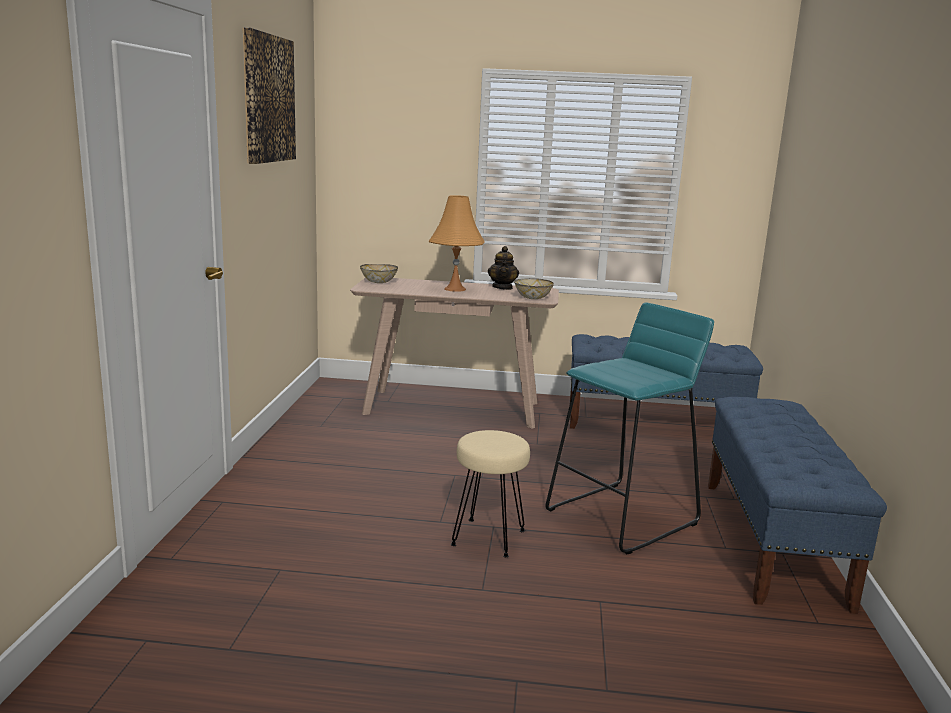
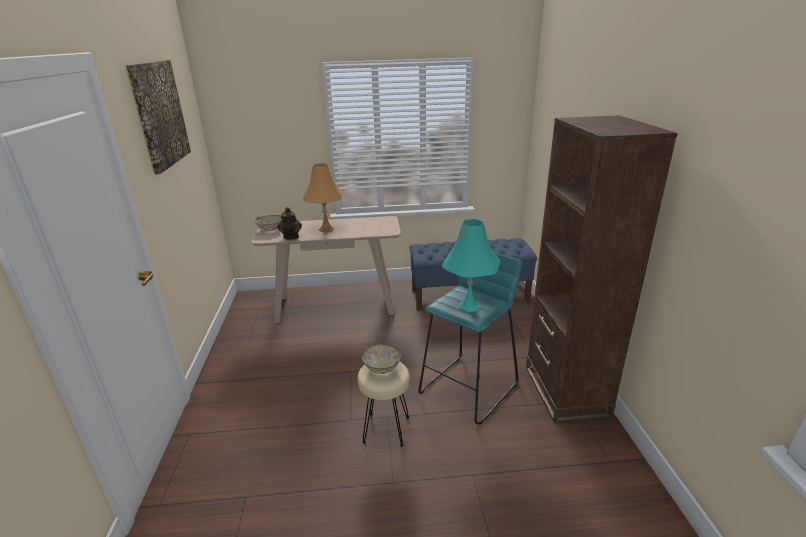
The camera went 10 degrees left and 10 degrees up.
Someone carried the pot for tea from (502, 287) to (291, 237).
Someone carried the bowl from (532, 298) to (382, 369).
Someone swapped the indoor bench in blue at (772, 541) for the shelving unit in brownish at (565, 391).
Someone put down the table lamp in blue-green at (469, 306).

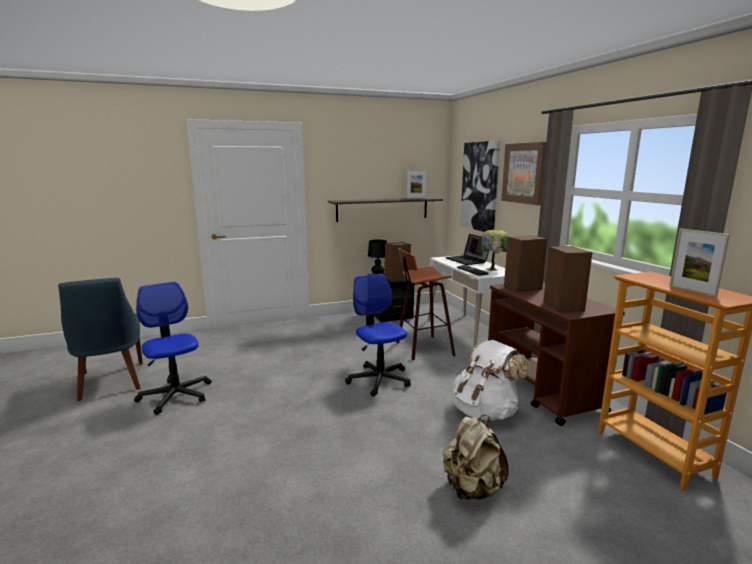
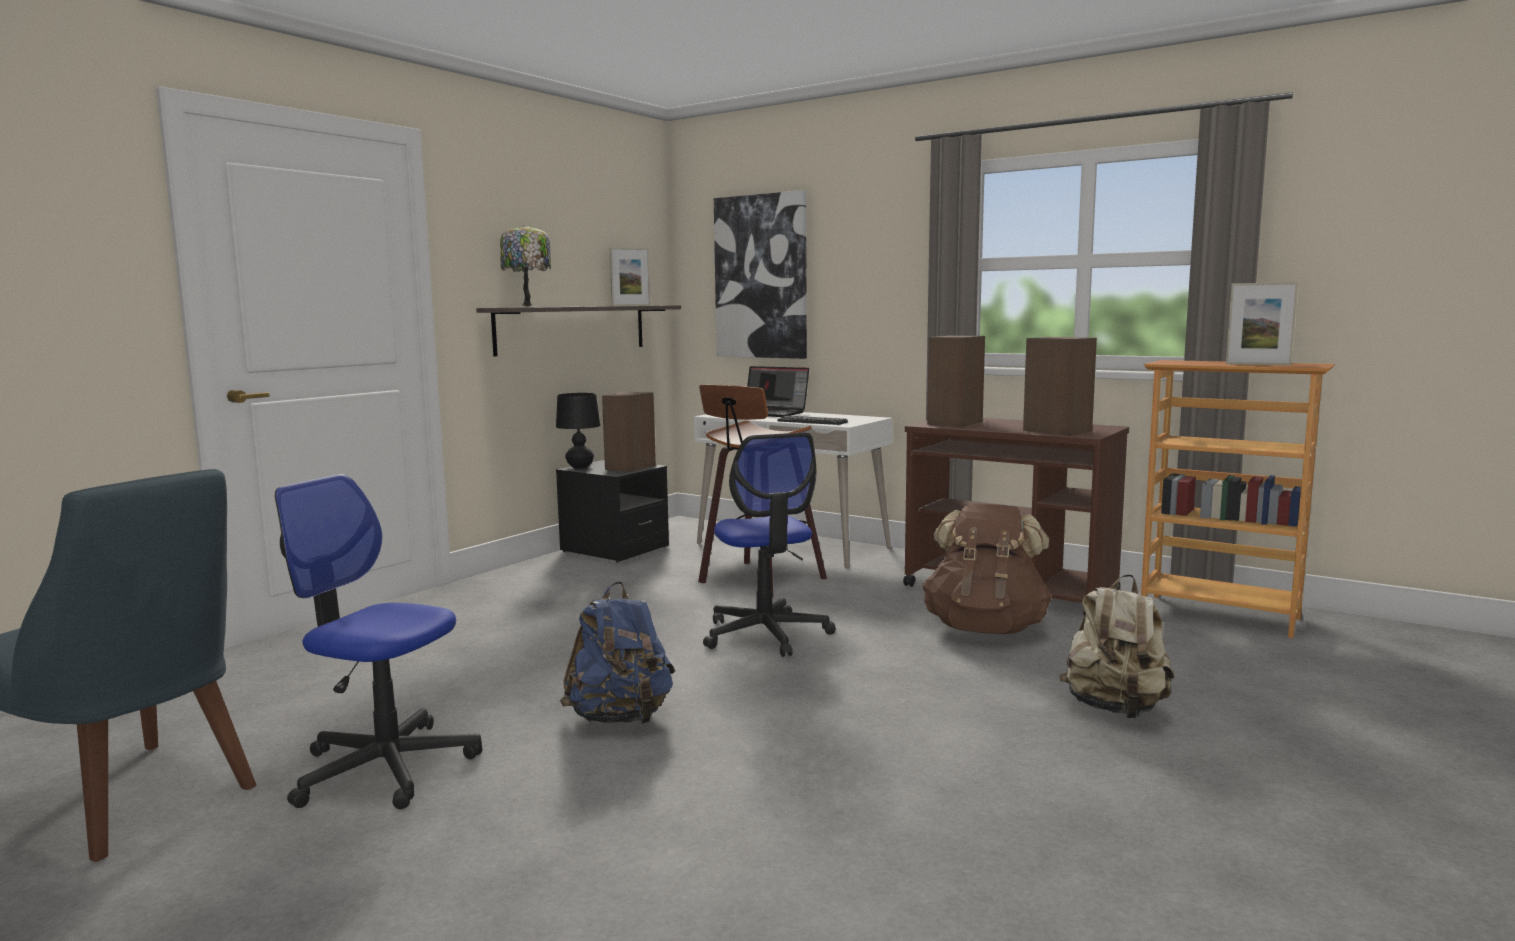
The camera went 35 degrees left and 5 degrees down.
Someone rotated the desk chair at (379, 380) by 135 degrees counterclockwise.
Someone repainted the backpack in white at (486, 412), which became the backpack in brownish at (985, 629).
Someone carried the table lamp from (492, 269) to (528, 306).
Someone took away the wall art at (524, 173).
Someone put down the backpack in blue at (621, 719).

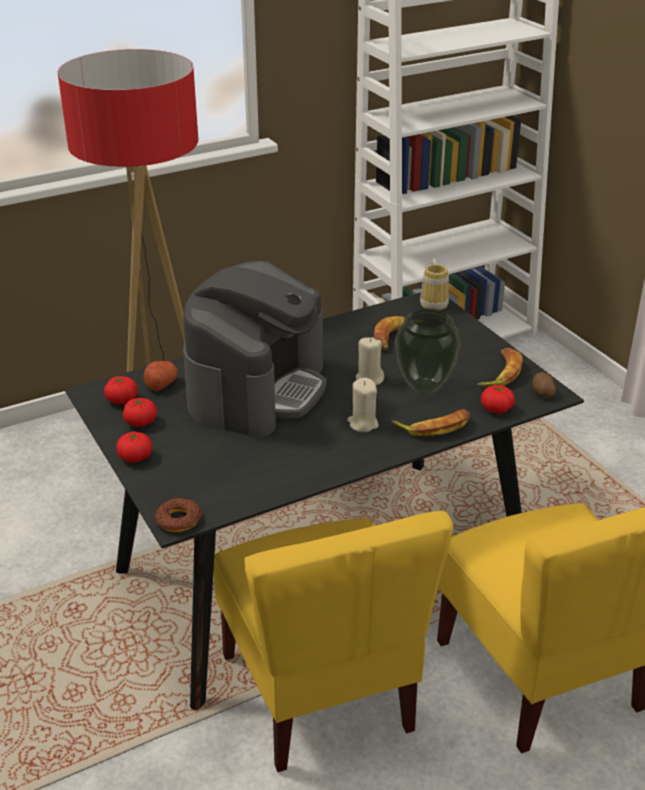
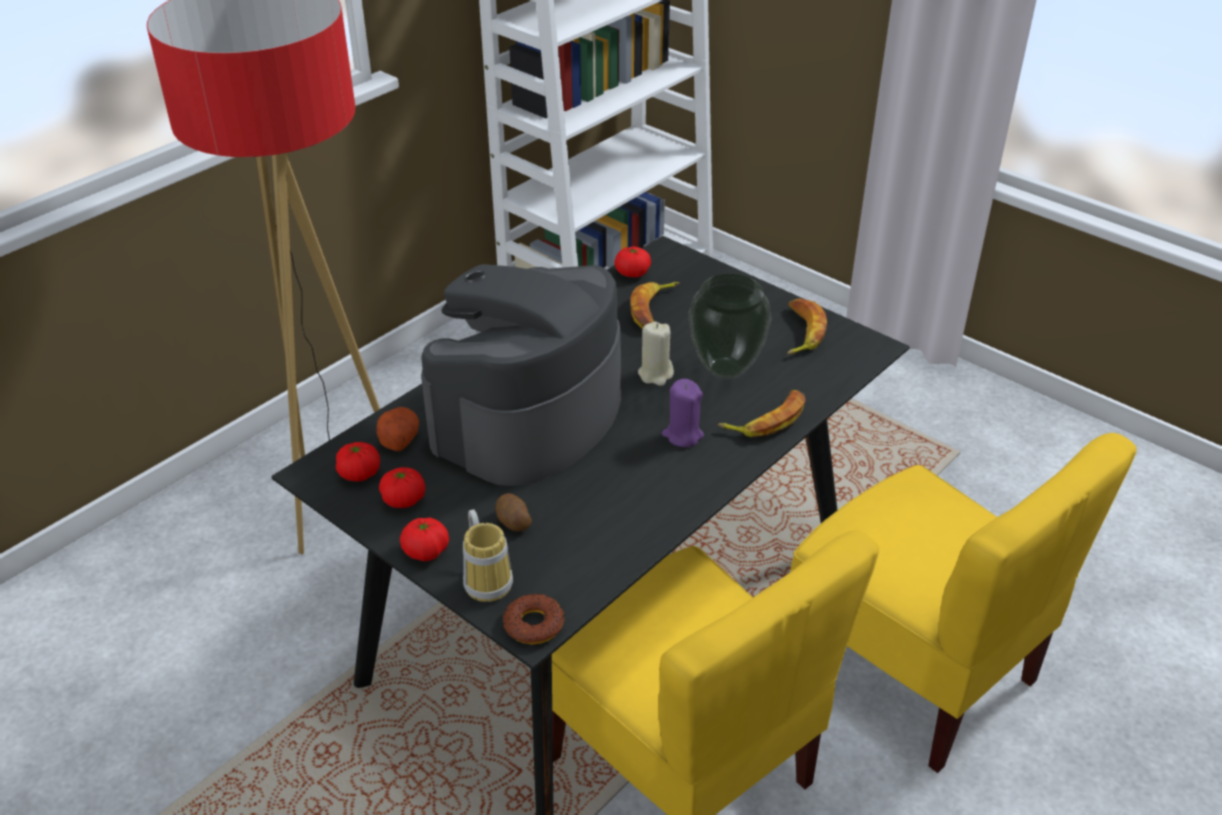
The camera went 20 degrees left and 5 degrees up.
Someone rotated the coffee brewer at (257, 389) by 150 degrees counterclockwise.
Someone repainted the candle in beige-coloured at (363, 423), which became the candle in purple at (682, 435).
Someone carried the mug from (435, 302) to (488, 579).
Someone carried the tomato from (496, 409) to (632, 273).
Someone carried the whole potato from (542, 393) to (513, 522).

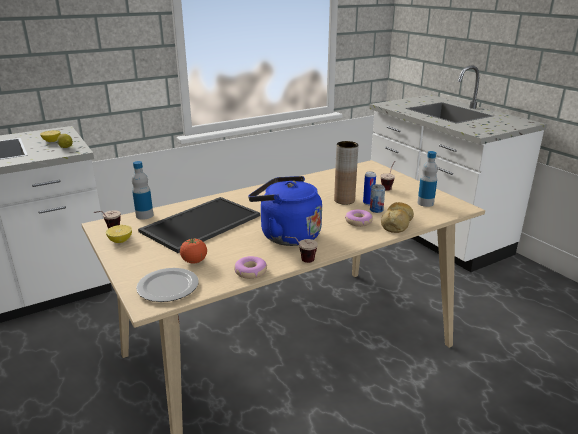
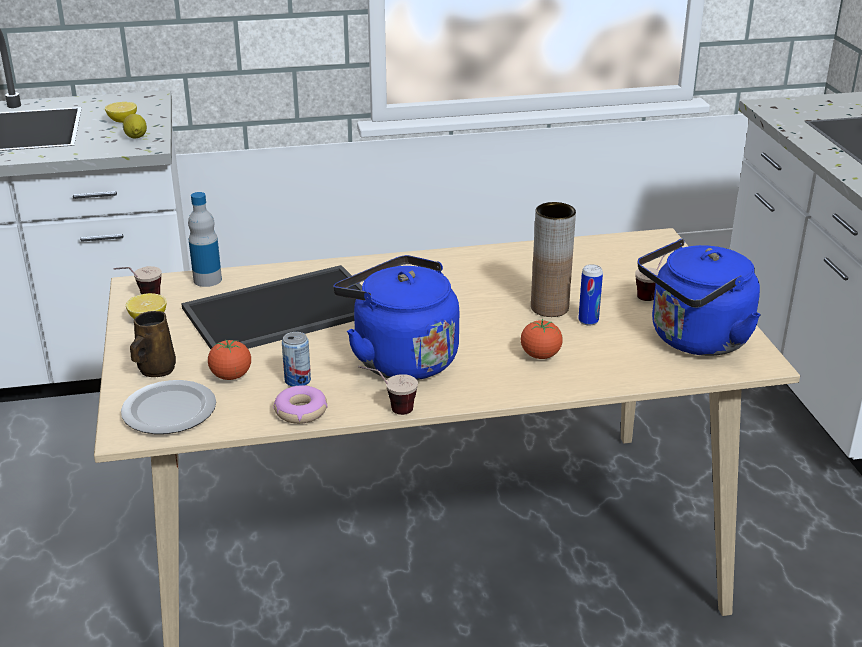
The camera went 20 degrees right and 5 degrees up.
Someone swapped the ring doughnut at (358, 222) for the tomato at (540, 355).
Someone carried the sealed can from (376, 210) to (297, 380).
Someone took away the baked bread at (397, 223).
Someone swapped the beverage bottle at (425, 203) for the water kettle in blue at (695, 340).
Someone put down the mug in brownish at (155, 370).

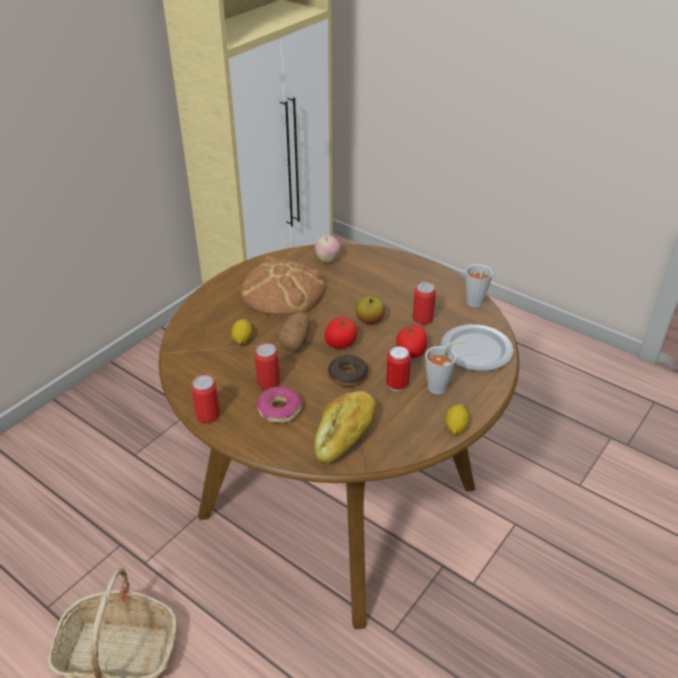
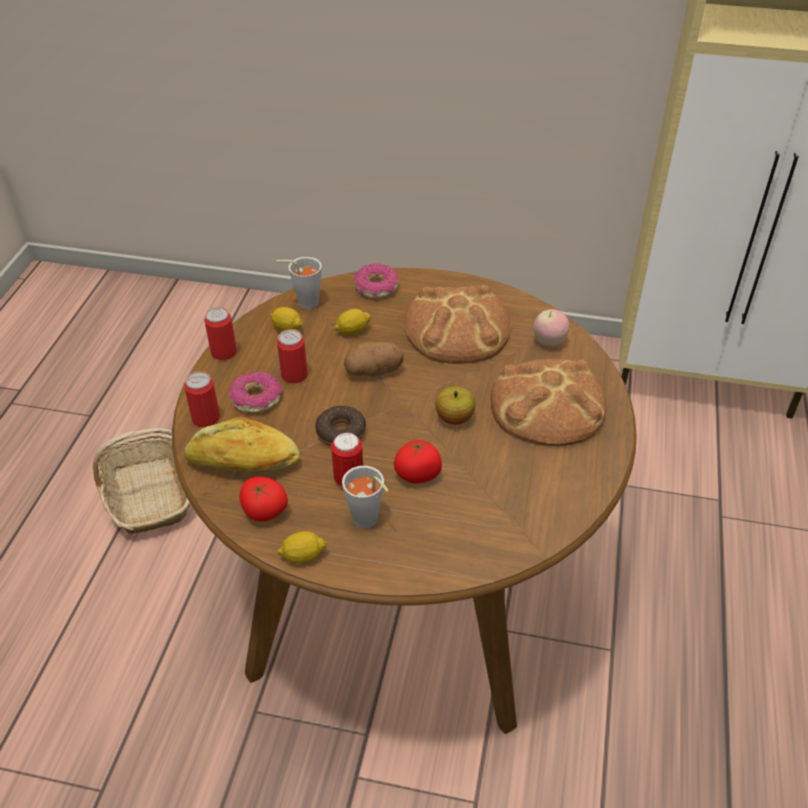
The camera went 65 degrees right and 5 degrees up.
Someone carried the tomato from (341, 343) to (264, 511).
Someone carried the sealed can from (422, 319) to (206, 418).
Someone took away the plate at (477, 350).
Someone carried the drinking cup in grey from (473, 304) to (303, 303).
Someone put down the lemon at (287, 328).
Someone put down the ring doughnut at (376, 287).
Someone put down the baked bread at (548, 405).

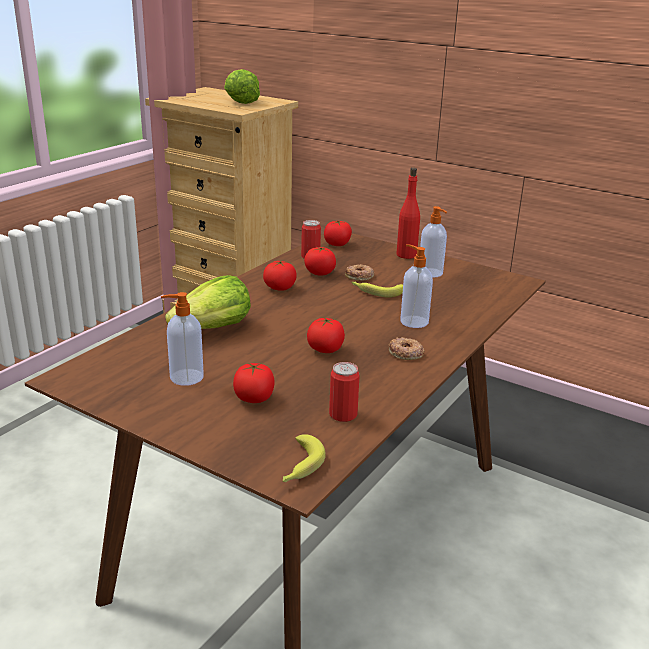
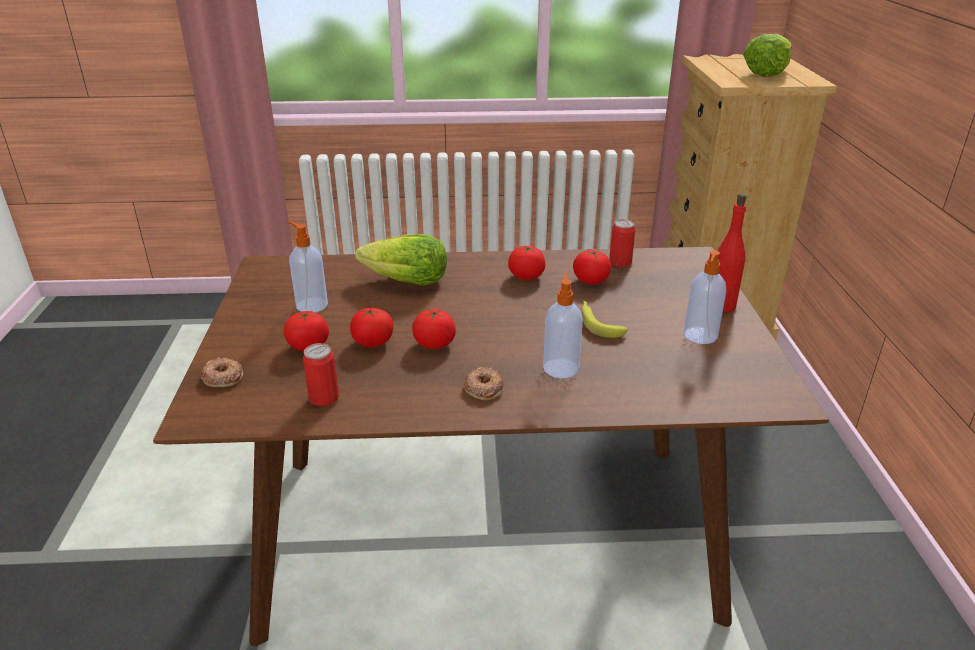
The camera went 55 degrees right and 5 degrees up.
Someone took away the whole banana at (299, 466).
Someone carried the tomato from (337, 244) to (373, 342).
Someone carried the ring doughnut from (359, 276) to (222, 377).

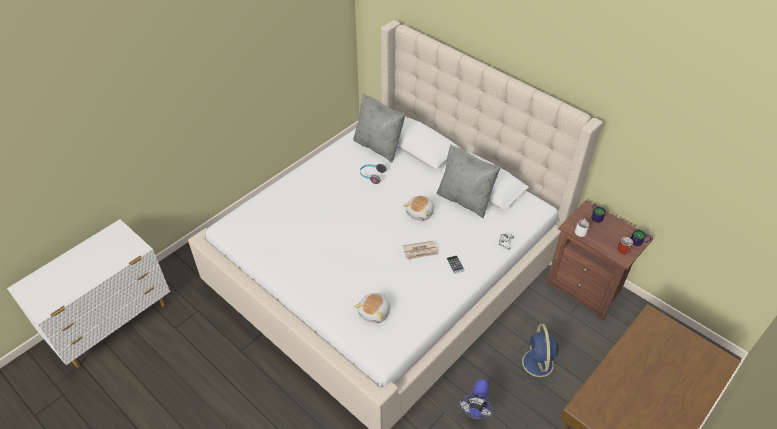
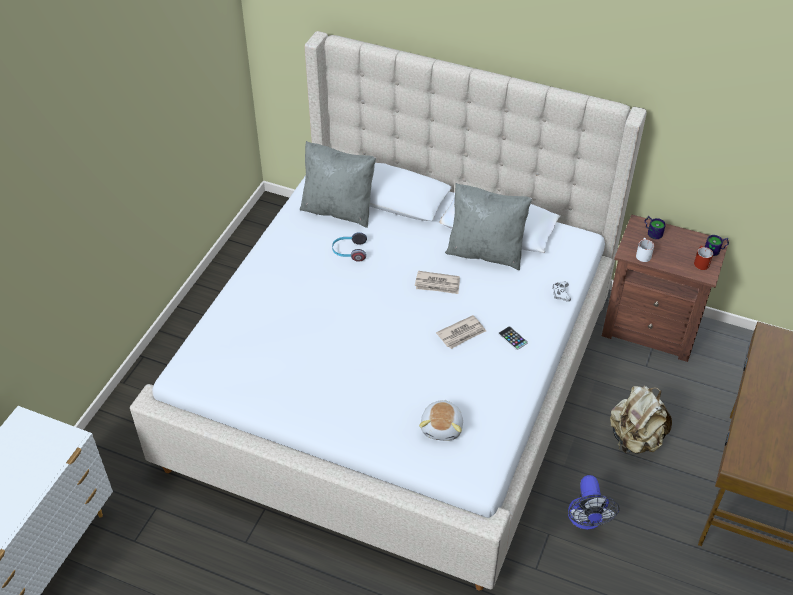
The camera went 20 degrees left and 0 degrees up.
Someone swapped the soft toy at (420, 213) for the printed paper at (437, 284).
Someone swapped the fan in blue at (538, 364) for the backpack in beige-coloured at (635, 439).

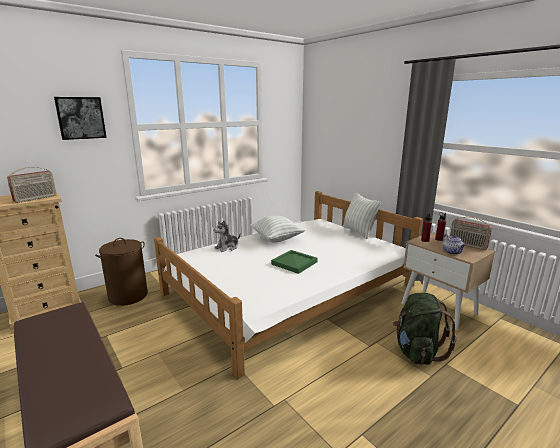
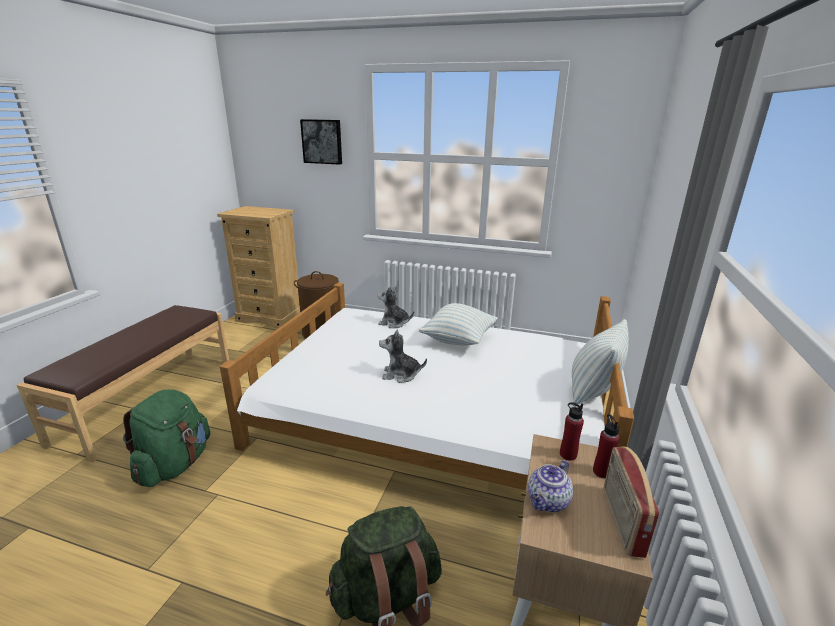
The camera went 55 degrees right and 5 degrees up.
Someone took away the radio receiver at (36, 199).
Someone swapped the carrying tray in green-coloured at (295, 263) for the soft toy at (400, 375).
Someone put down the backpack in green-coloured at (175, 464).

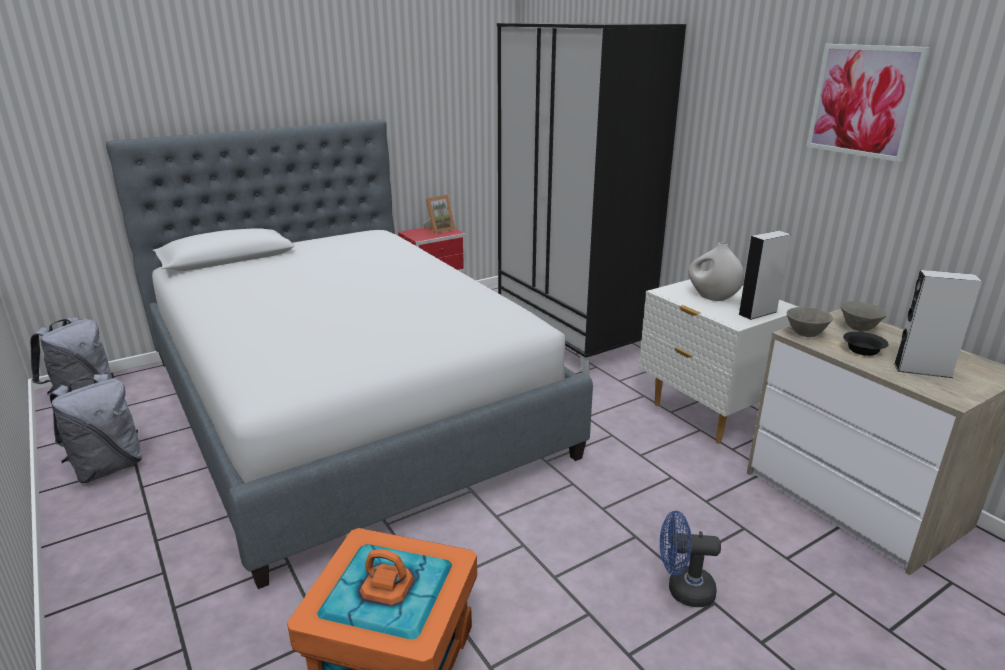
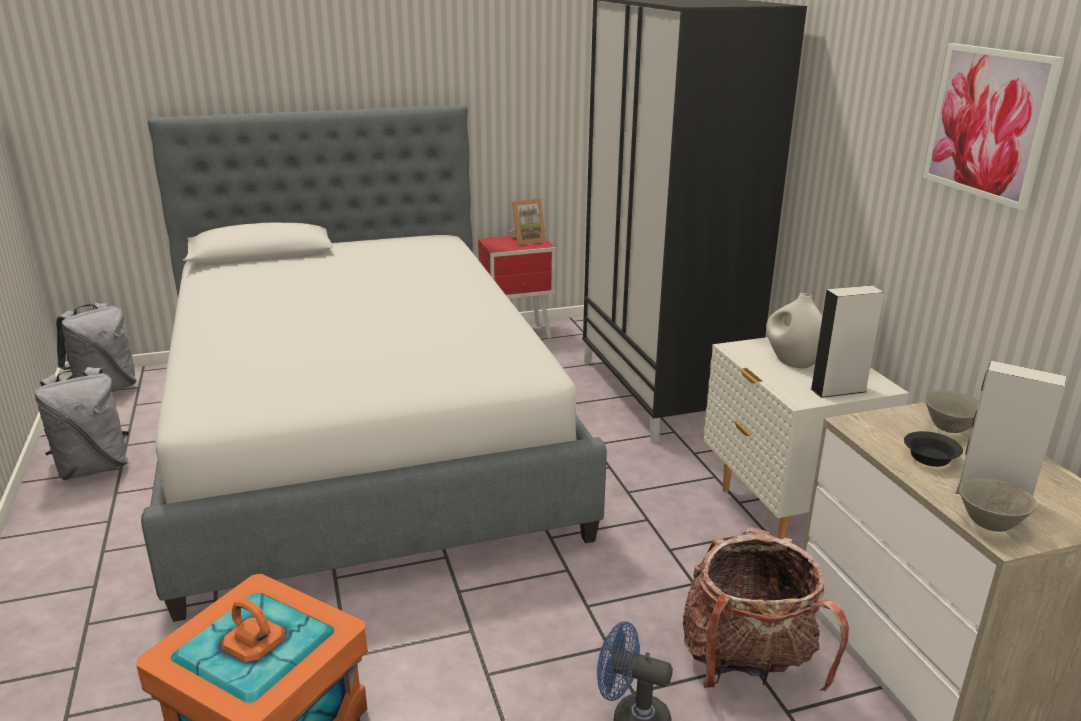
The camera went 15 degrees right and 0 degrees up.
Someone carried the bowl in grey from (805, 334) to (989, 525).
Someone put down the backpack at (747, 664).

